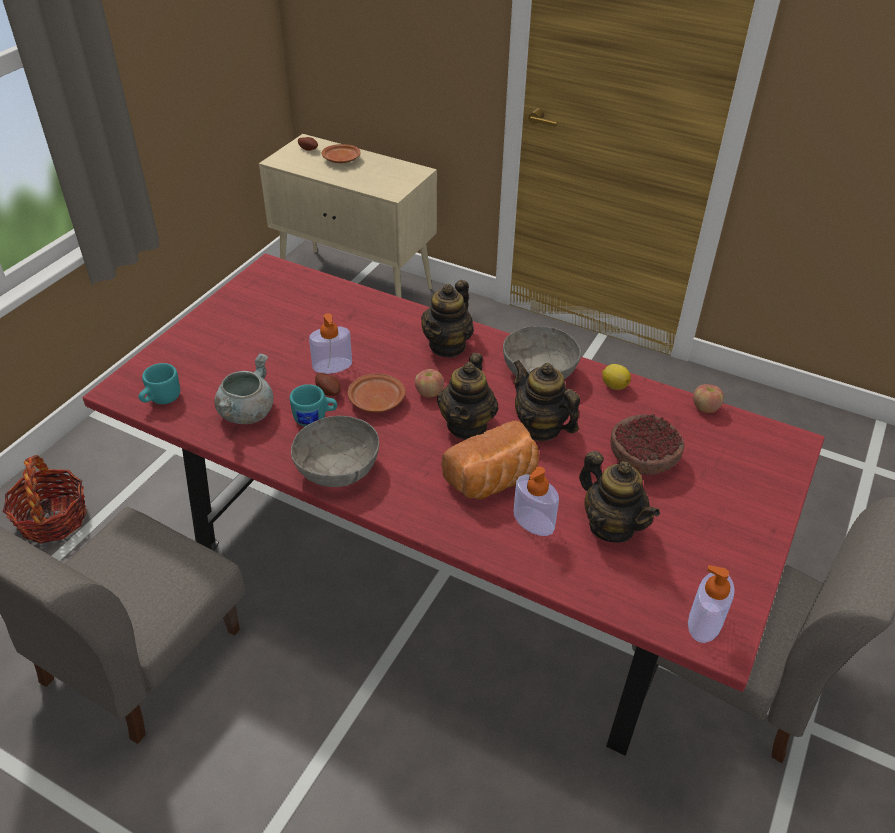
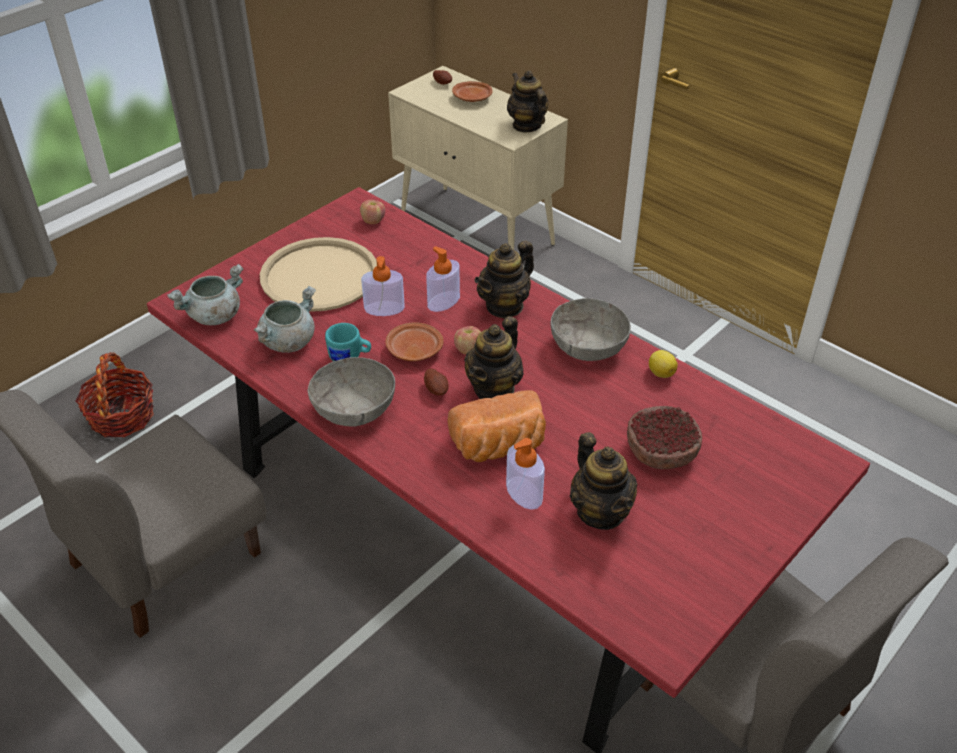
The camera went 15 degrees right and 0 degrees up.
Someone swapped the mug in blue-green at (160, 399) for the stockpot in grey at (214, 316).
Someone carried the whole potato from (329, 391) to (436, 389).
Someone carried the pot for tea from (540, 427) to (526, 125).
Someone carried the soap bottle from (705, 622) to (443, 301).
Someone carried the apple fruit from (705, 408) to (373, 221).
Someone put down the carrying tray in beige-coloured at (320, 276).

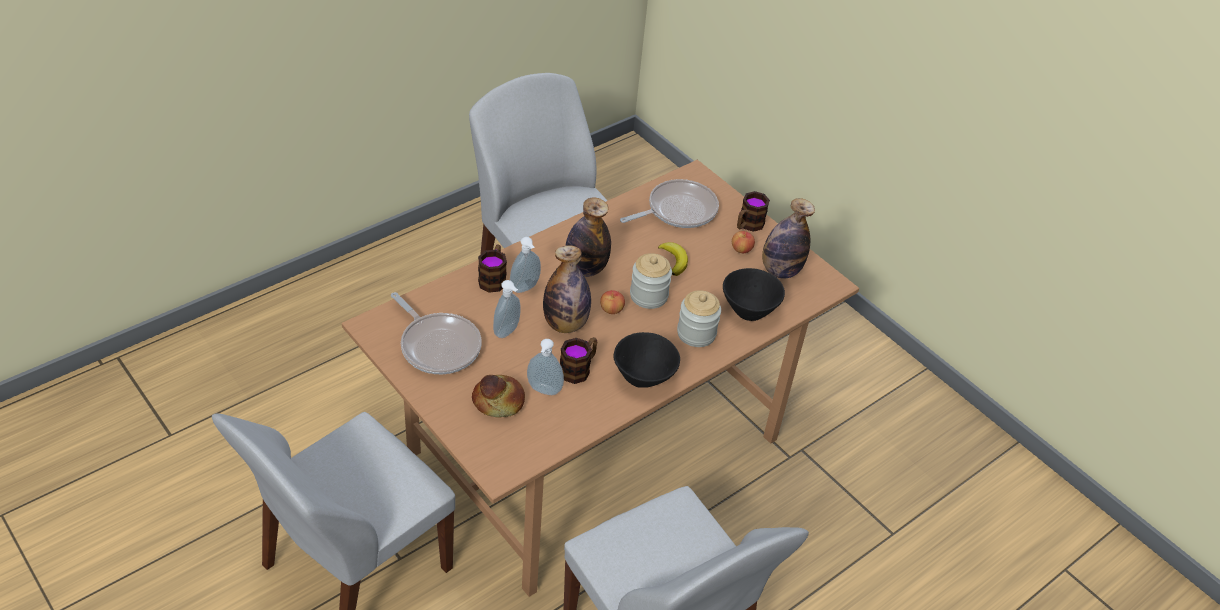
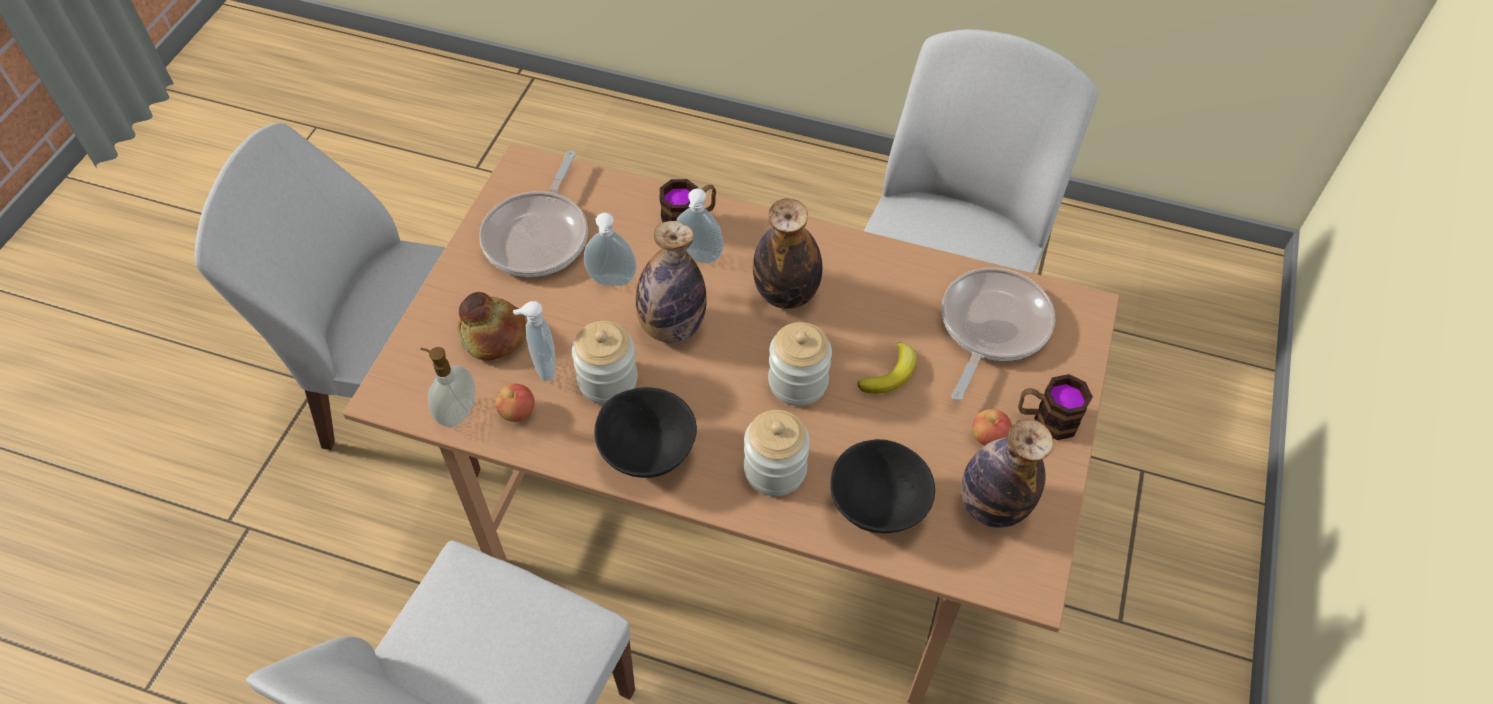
The camera went 60 degrees right and 10 degrees up.
Someone swapped the mug at (579, 368) for the jar at (608, 381).
Someone carried the apple fruit from (611, 310) to (517, 412).
Someone rotated the skillet at (678, 210) by 90 degrees counterclockwise.
Someone put down the soap bottle at (456, 412).

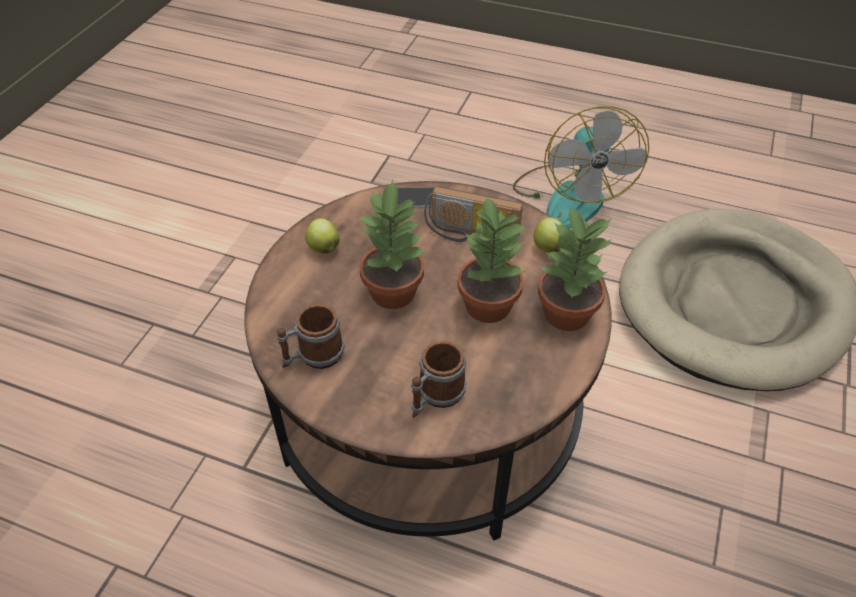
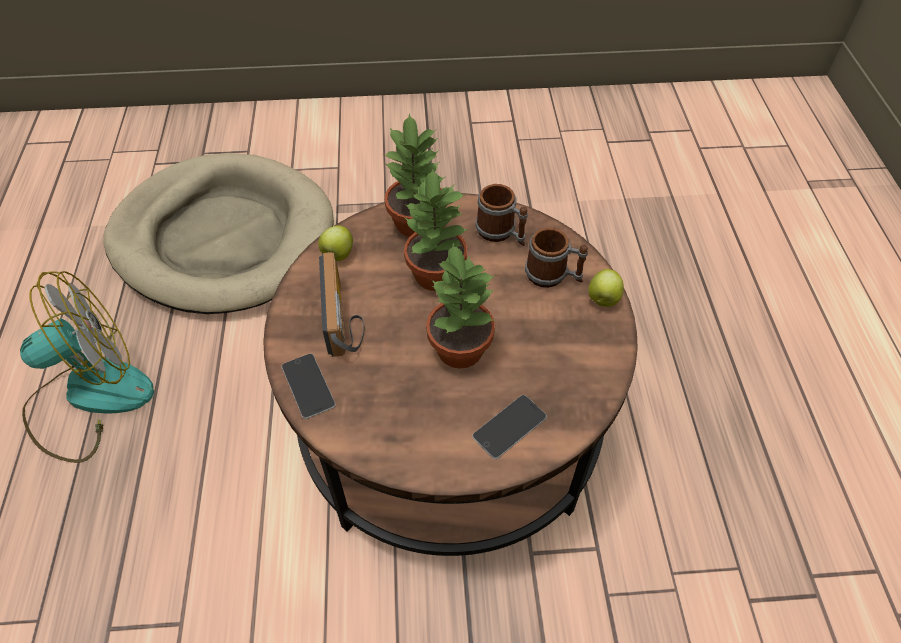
The camera went 115 degrees left and 5 degrees up.
Someone carried the mug from (313, 356) to (501, 233).
Someone carried the apple fruit from (323, 247) to (603, 299).
Someone put down the telephone at (509, 426).

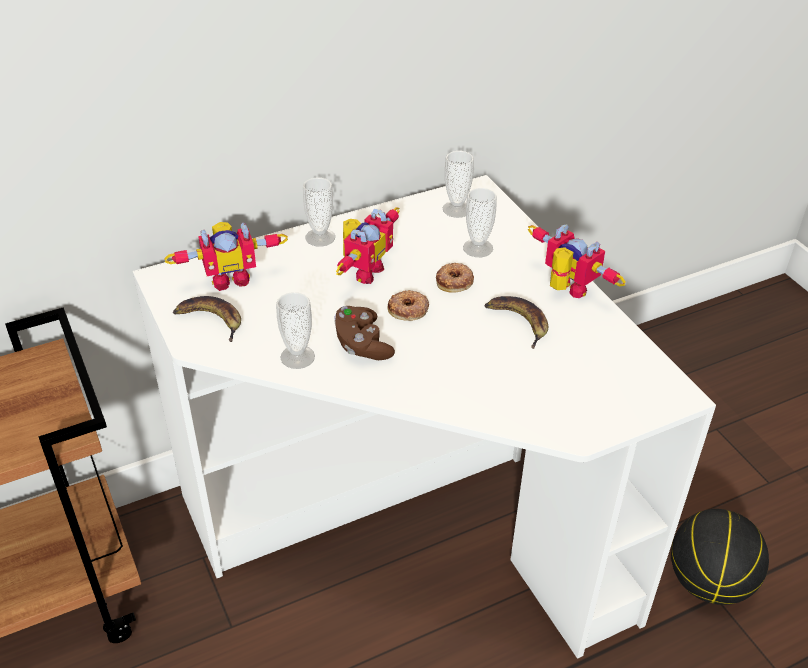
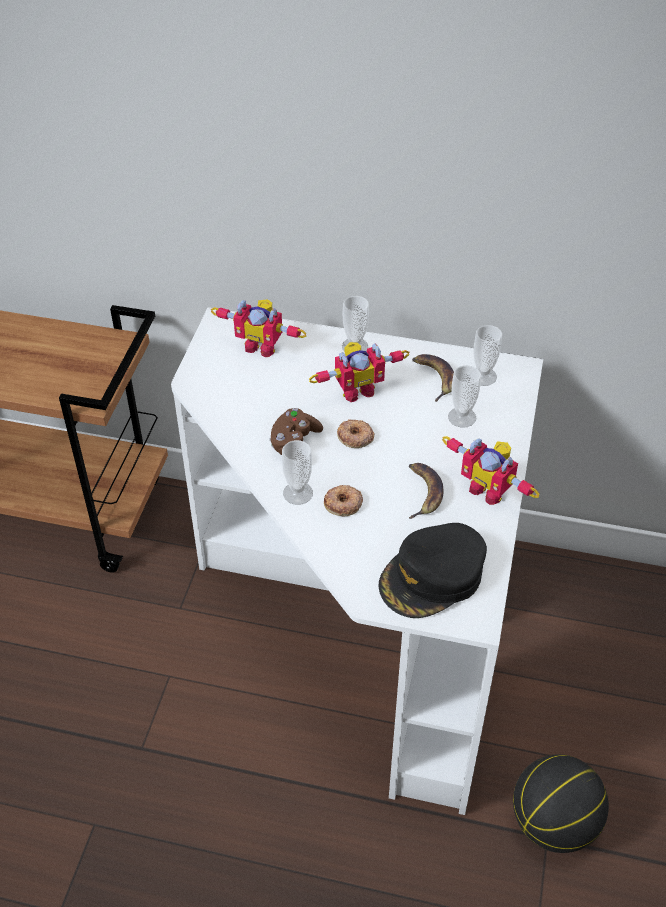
The camera went 40 degrees right and 5 degrees up.
Someone carried the whole banana from (210, 320) to (434, 378).
Someone carried the drinking cup from (297, 357) to (298, 493).
Someone carried the ring doughnut from (455, 281) to (343, 504).
Someone rotated the toy robot at (565, 291) by 135 degrees clockwise.
Someone put down the cap in black at (433, 577).

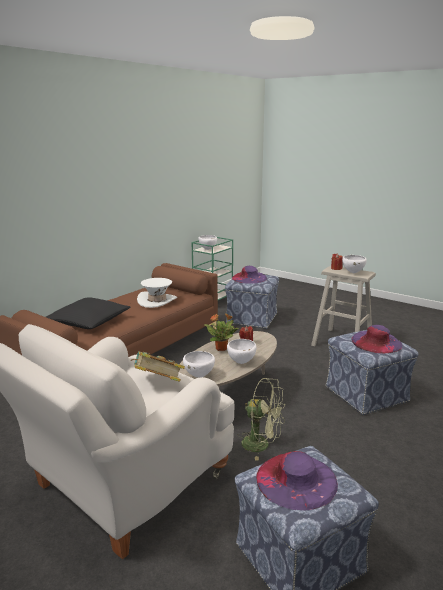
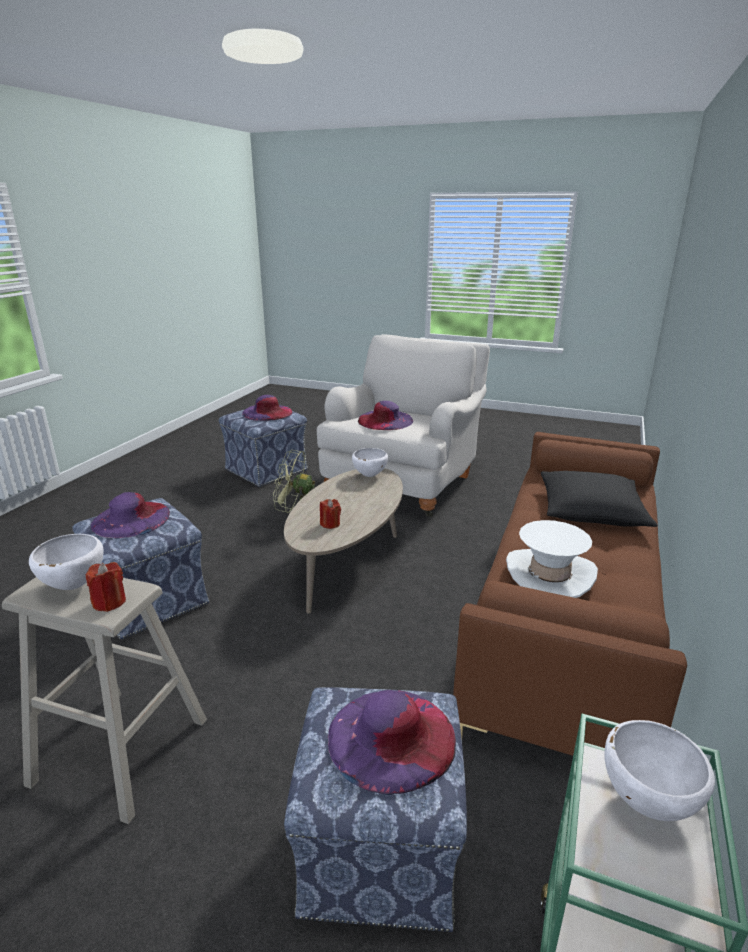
The camera went 165 degrees right and 5 degrees up.
Someone swapped the bound book at (158, 383) for the clothing hat in purple at (385, 420).
Someone took away the potted plant at (222, 348).
Someone took away the bowl in white at (241, 362).

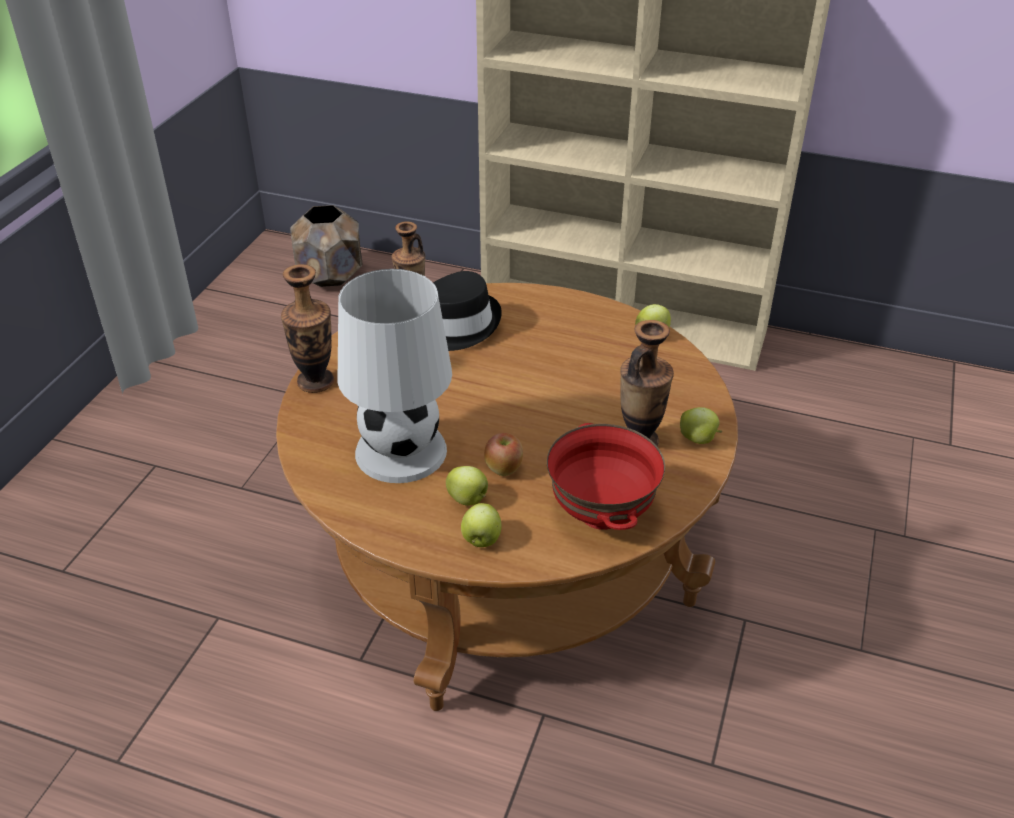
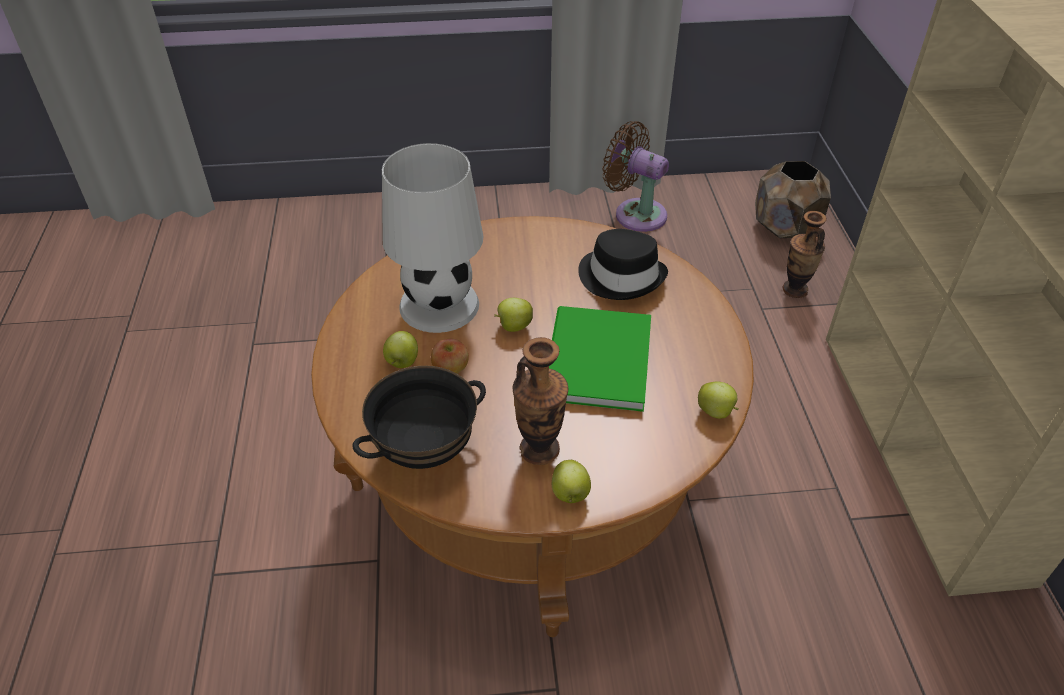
The camera went 65 degrees right and 5 degrees up.
Someone took away the flower vase at (315, 382).
Someone carried the apple fruit from (481, 540) to (513, 326).
Someone repainted the bowl in red-coloured at (602, 514), which became the bowl in black at (426, 452).
Someone put down the bound book in green-coloured at (594, 363).
Someone put down the fan in brownish at (635, 213).

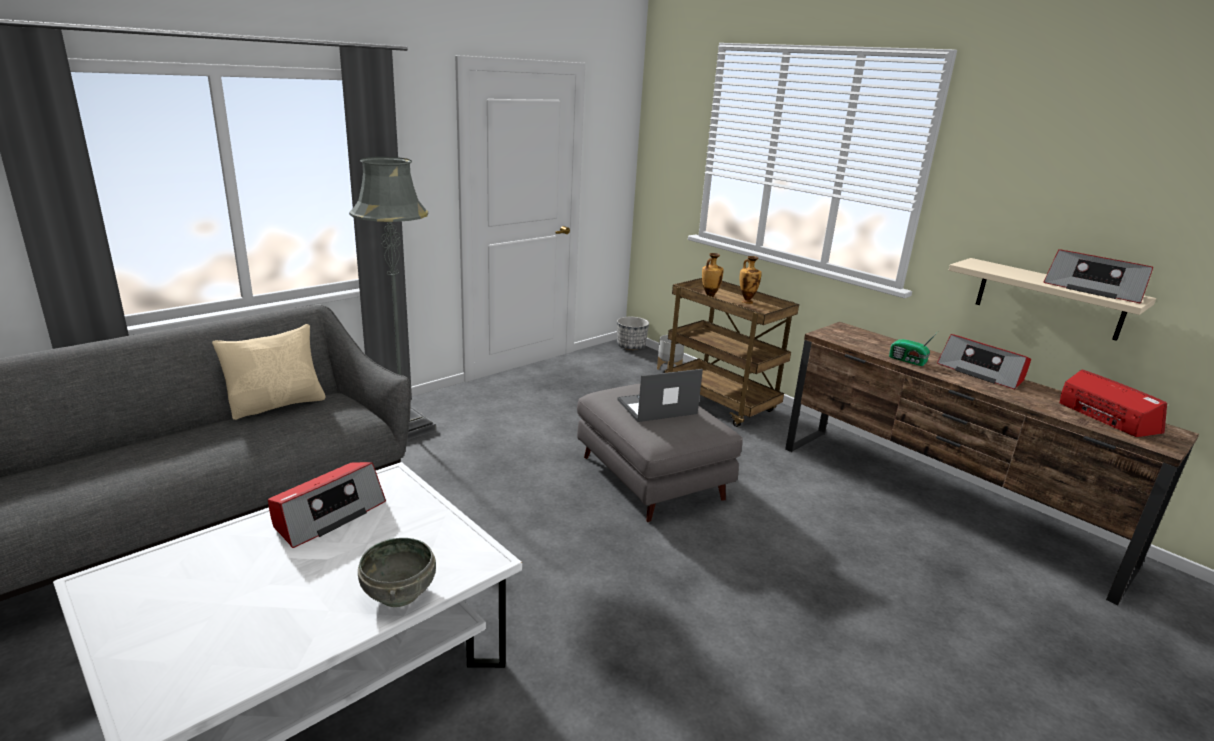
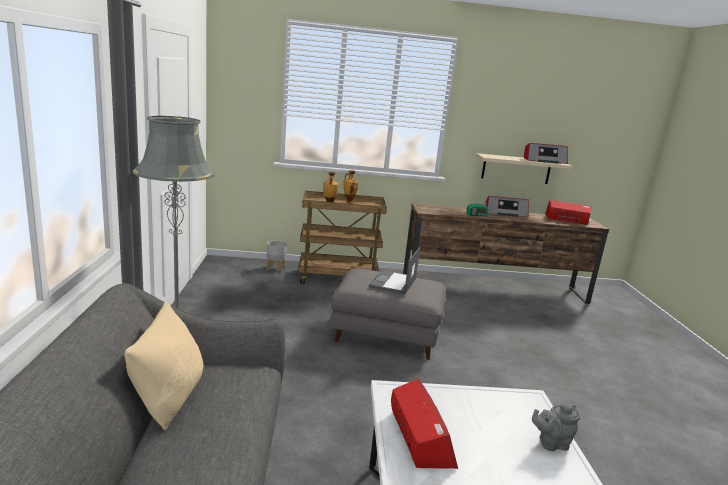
The camera went 50 degrees left and 5 degrees down.
Someone swapped the bowl in grey at (400, 592) for the pot for tea in grey at (551, 443).
Someone took away the plant pot at (631, 346).

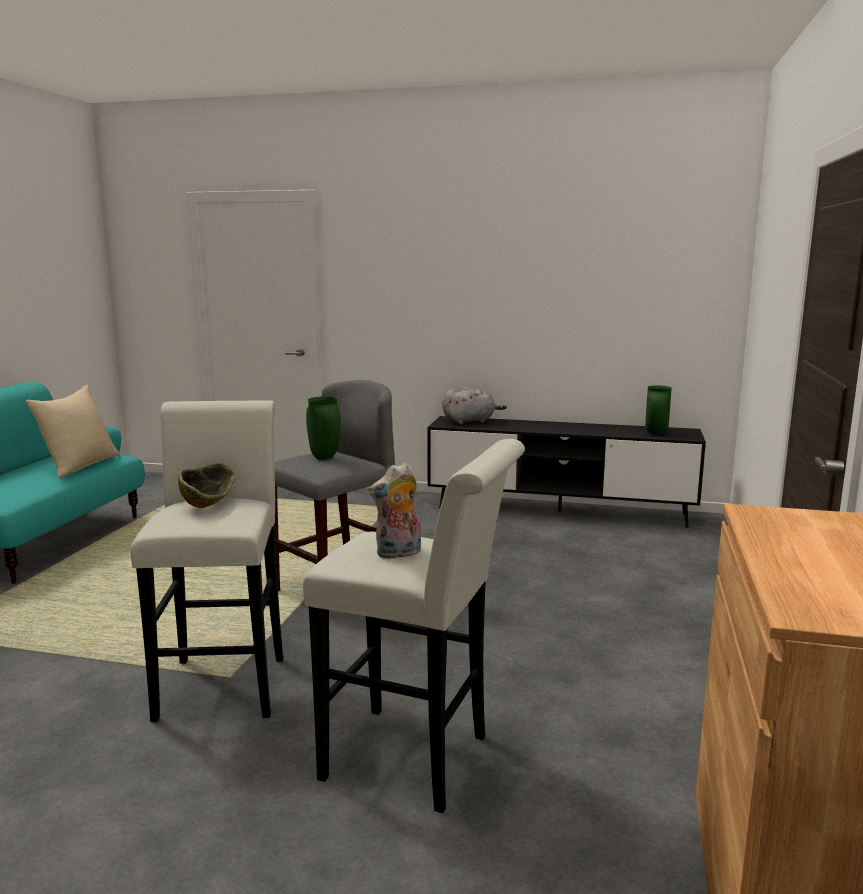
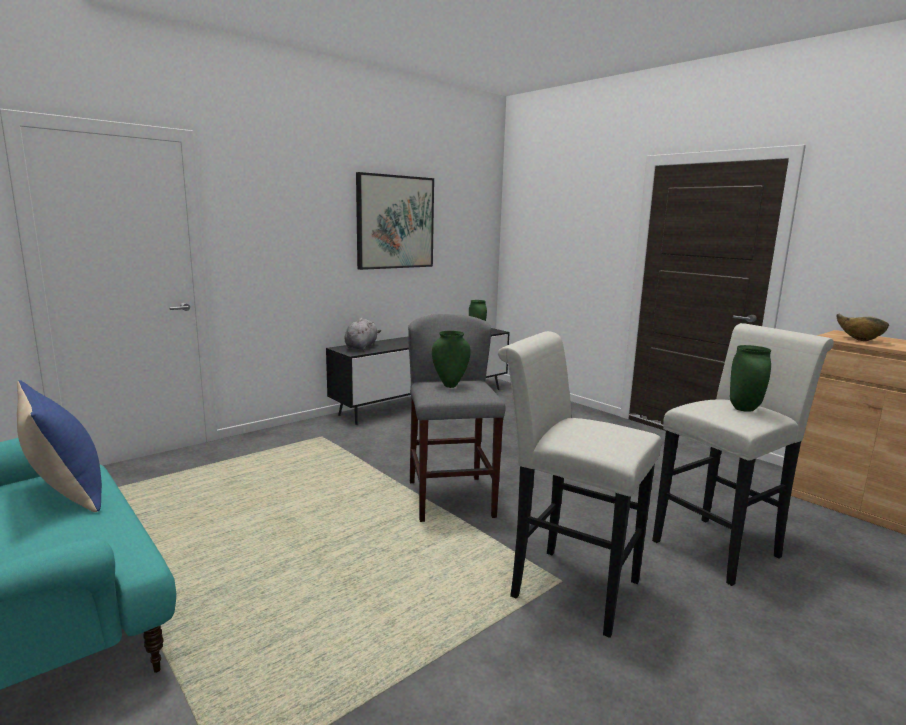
The camera went 55 degrees left and 0 degrees up.
Someone repainted the cushion in beige-coloured at (80, 465), which became the cushion in blue at (66, 493).
Someone carried the bowl from (208, 505) to (858, 340).
Someone swapped the soft toy at (398, 554) for the flower vase in green-coloured at (743, 409).
Someone put up the wall art at (395, 222).

